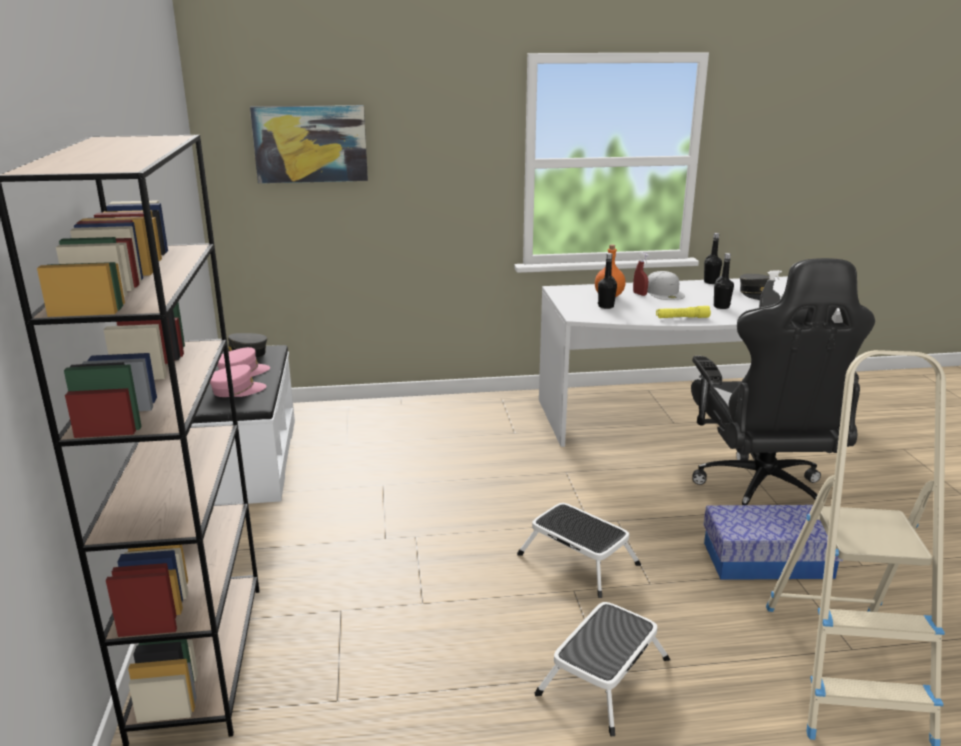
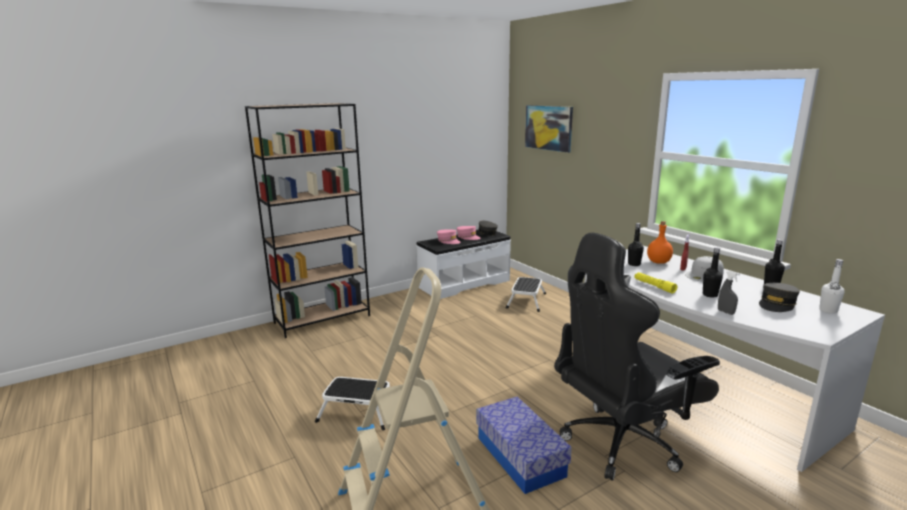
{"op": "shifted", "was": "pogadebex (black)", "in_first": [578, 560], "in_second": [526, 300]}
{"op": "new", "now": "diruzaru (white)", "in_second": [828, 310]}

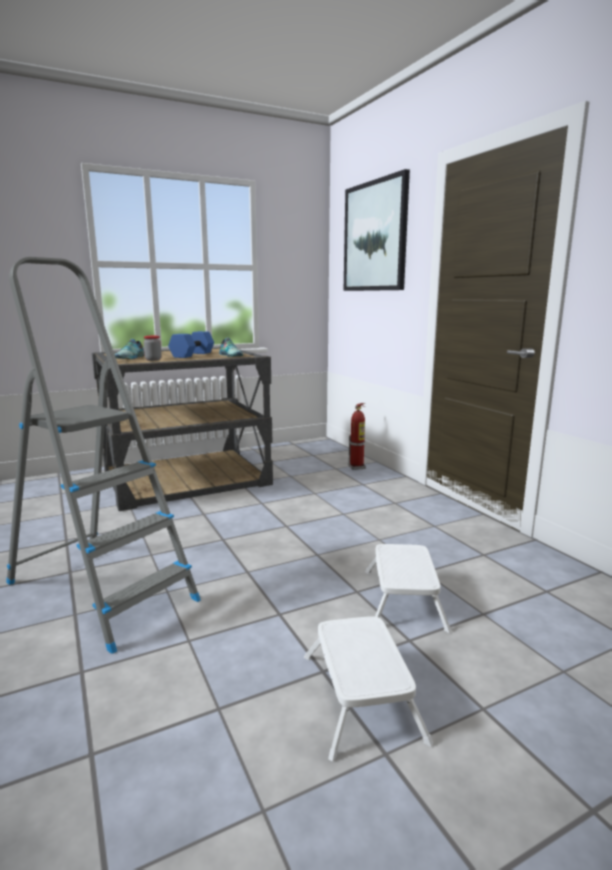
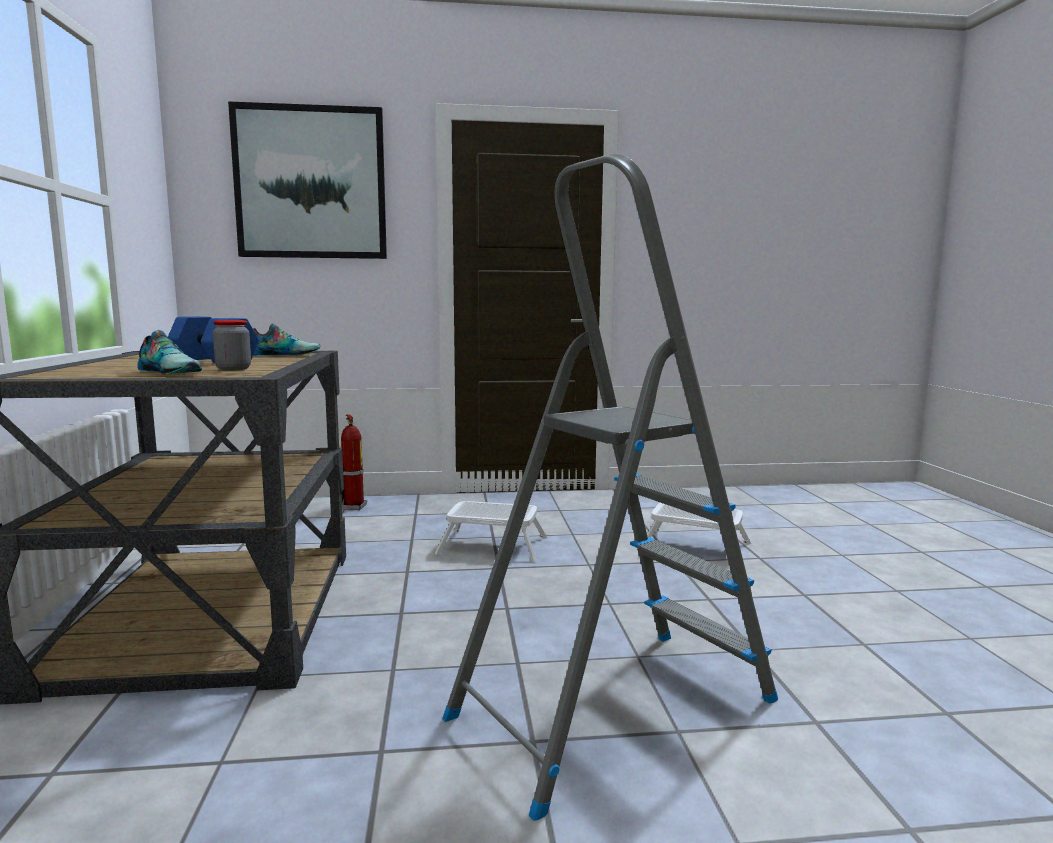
{"op": "shifted", "was": "pogadebex (white)", "in_first": [360, 696], "in_second": [492, 546]}

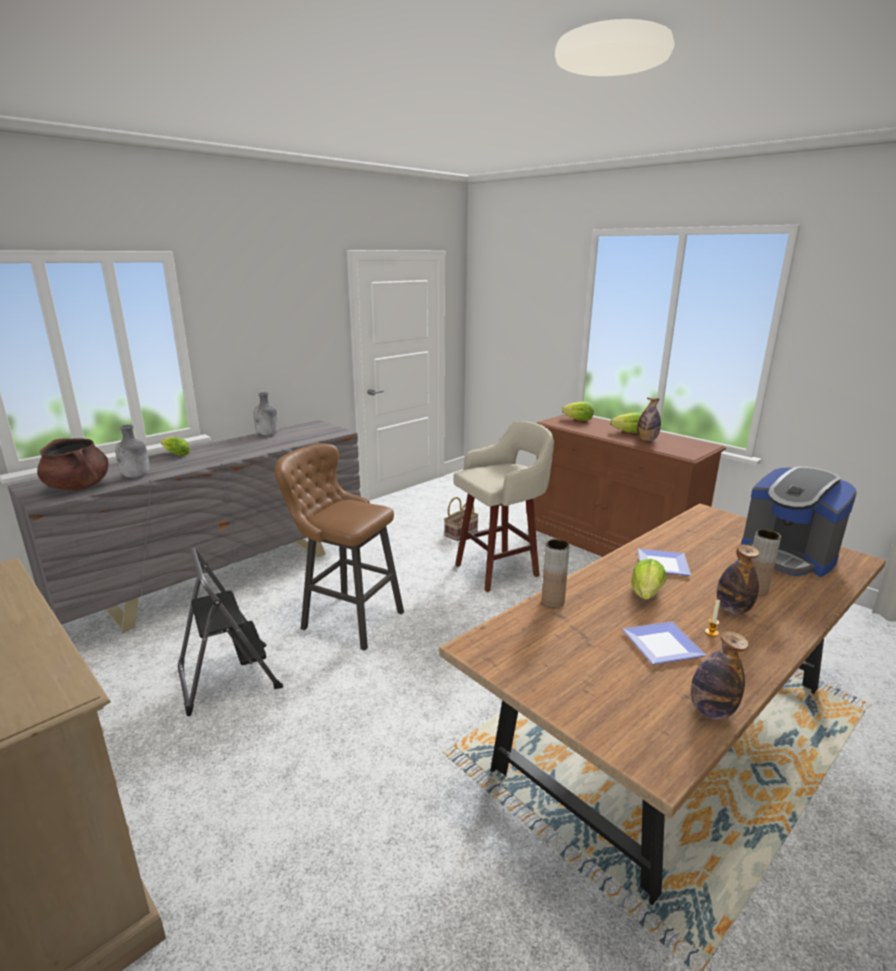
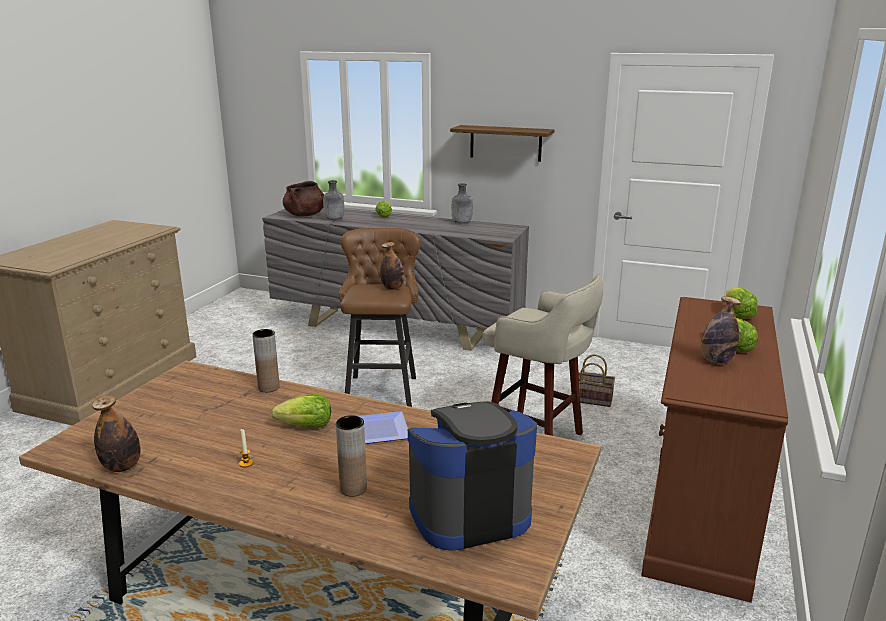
{"op": "shifted", "was": "diruzaru", "in_first": [733, 609], "in_second": [393, 288]}
{"op": "rotated", "was": "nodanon", "in_first": [787, 556], "in_second": [469, 513], "clockwise": 45}
{"op": "new", "now": "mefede", "in_second": [505, 143]}
{"op": "gone", "was": "pogadebex (black)", "in_first": [224, 678]}
{"op": "gone", "was": "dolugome", "in_first": [665, 646]}

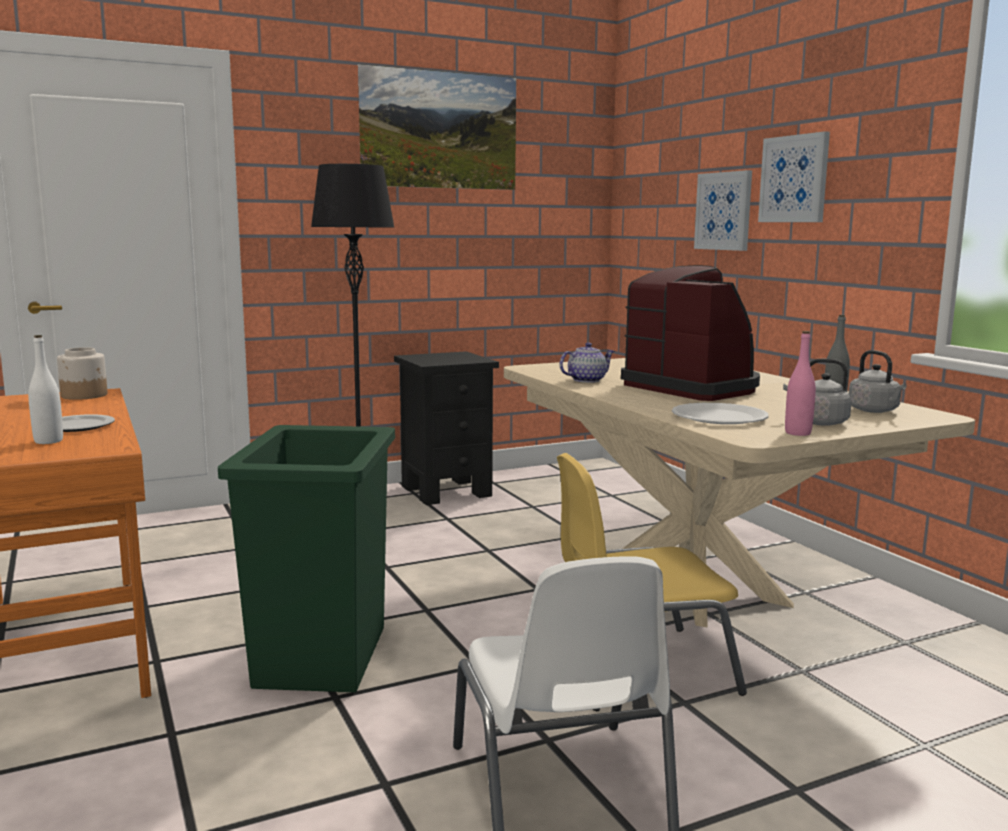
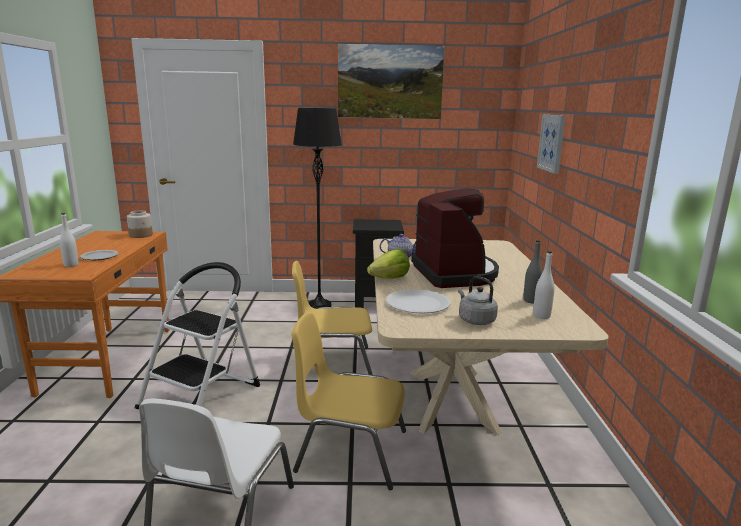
{"op": "swapped", "was": "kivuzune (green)", "now": "pogadebex", "in_first": [323, 655], "in_second": [204, 395]}
{"op": "new", "now": "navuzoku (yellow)", "in_second": [333, 363]}
{"op": "new", "now": "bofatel", "in_second": [390, 279]}
{"op": "swapped", "was": "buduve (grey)", "now": "diruzaru (white)", "in_first": [875, 411], "in_second": [541, 316]}
{"op": "gone", "was": "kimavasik", "in_first": [794, 179]}
{"op": "gone", "was": "diruzaru (pink)", "in_first": [798, 433]}

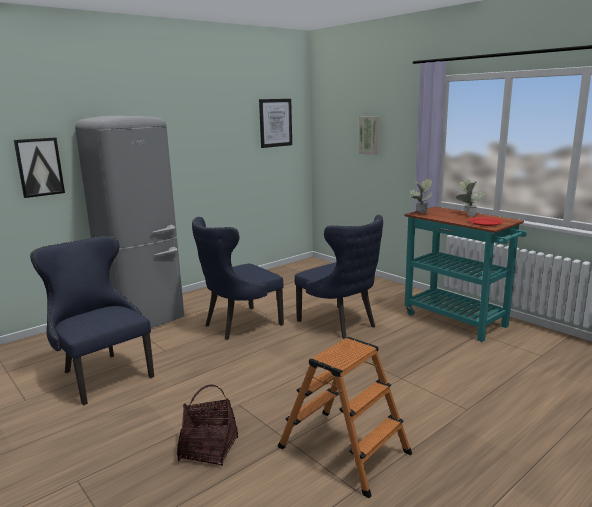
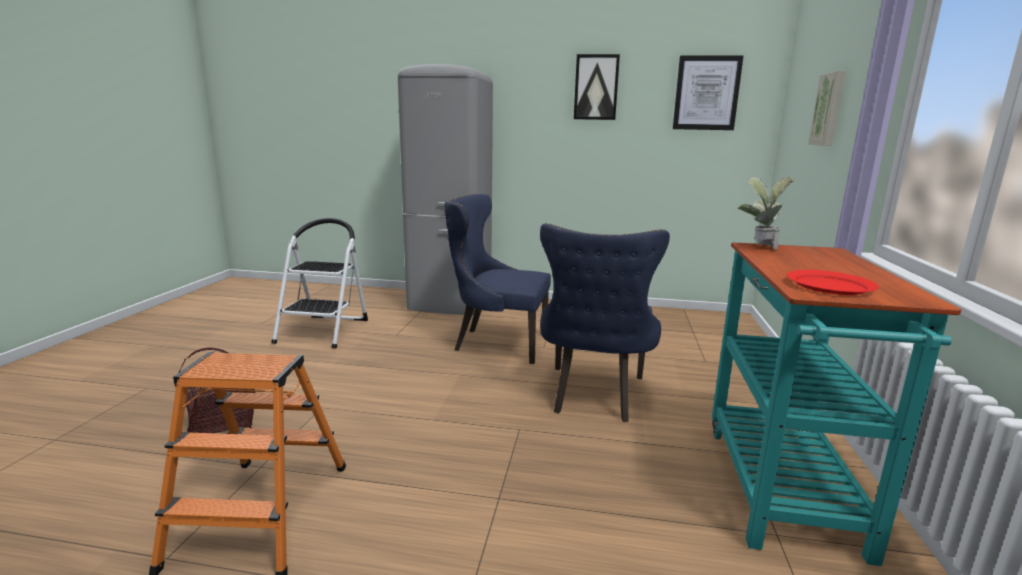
{"op": "swapped", "was": "navuzoku (blue)", "now": "pogadebex", "in_first": [102, 375], "in_second": [325, 330]}
{"op": "shifted", "was": "kimavasik", "in_first": [39, 167], "in_second": [596, 87]}
{"op": "gone", "was": "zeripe", "in_first": [467, 215]}

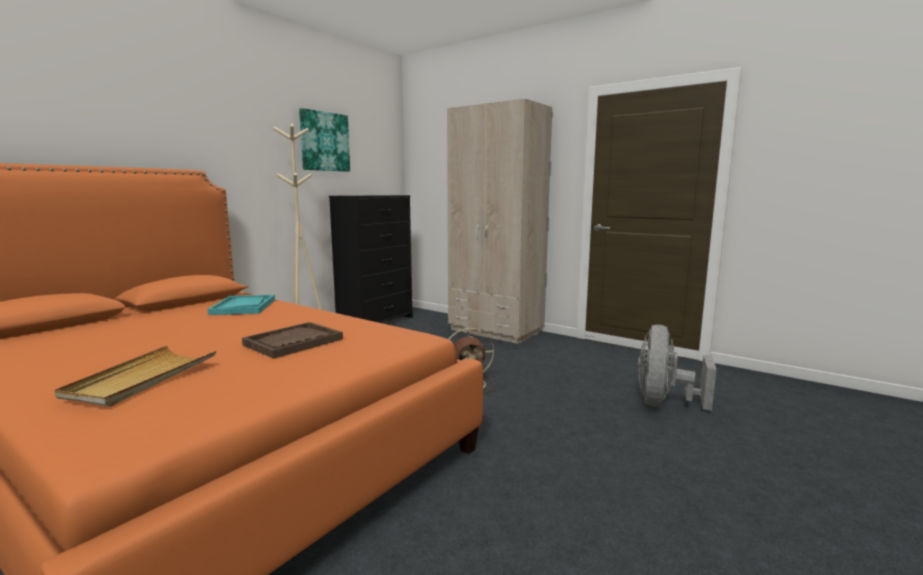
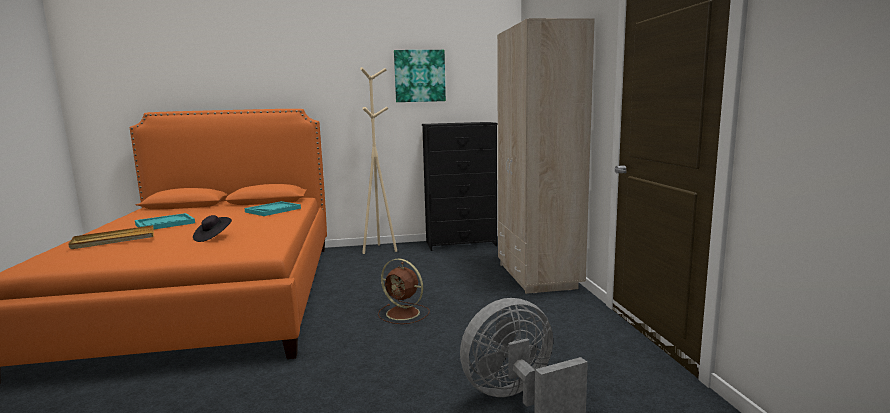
{"op": "new", "now": "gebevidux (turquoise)", "in_second": [165, 224]}
{"op": "swapped", "was": "gebevidux (brown)", "now": "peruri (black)", "in_first": [293, 342], "in_second": [213, 237]}

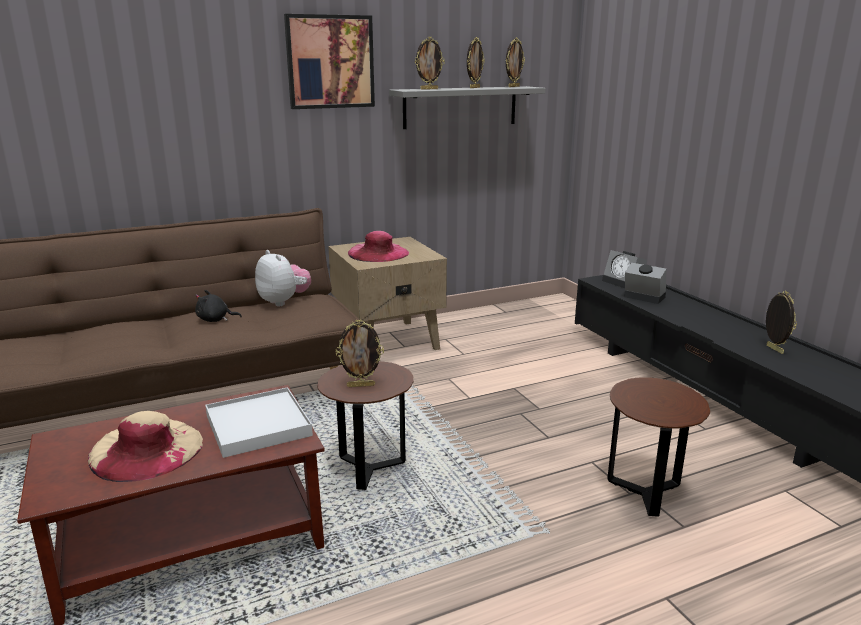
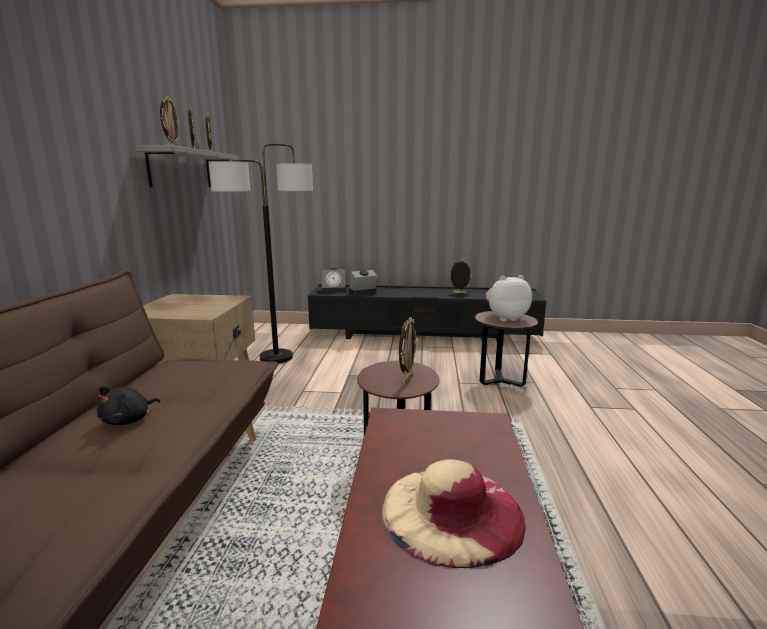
{"op": "new", "now": "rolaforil", "in_second": [276, 357]}
{"op": "shifted", "was": "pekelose", "in_first": [284, 301], "in_second": [505, 318]}
{"op": "gone", "was": "gebevidux (white)", "in_first": [258, 426]}
{"op": "gone", "was": "kimavasik", "in_first": [330, 62]}
{"op": "gone", "was": "peruri (pink)", "in_first": [378, 253]}

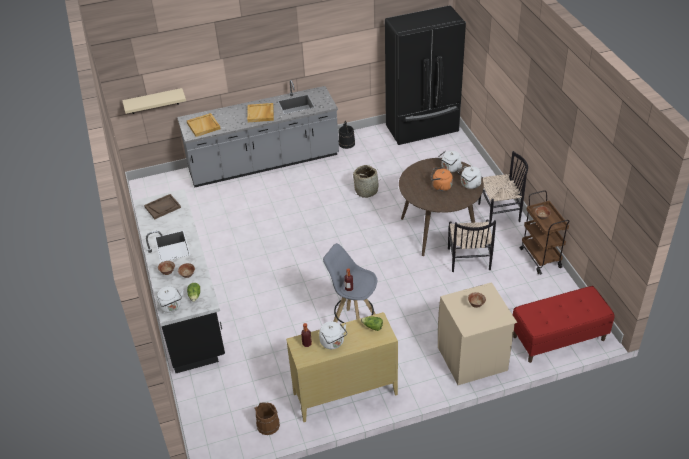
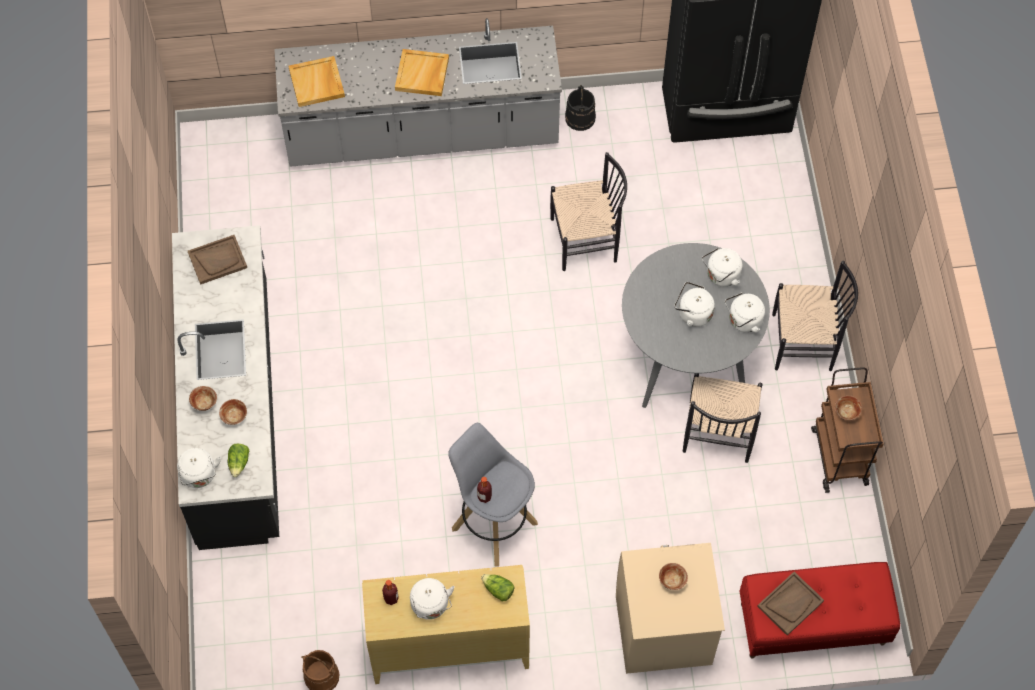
{"op": "swapped", "was": "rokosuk", "now": "navuzoku (black)", "in_first": [366, 191], "in_second": [587, 240]}
{"op": "repainted", "was": "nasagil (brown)", "now": "nasagil (grey)", "in_first": [438, 230], "in_second": [687, 357]}
{"op": "repainted", "was": "buduve (orange)", "now": "buduve (white)", "in_first": [440, 186], "in_second": [692, 313]}
{"op": "new", "now": "gebevidux (brown)", "in_second": [790, 604]}
{"op": "gone", "was": "mefede (beige)", "in_first": [154, 101]}

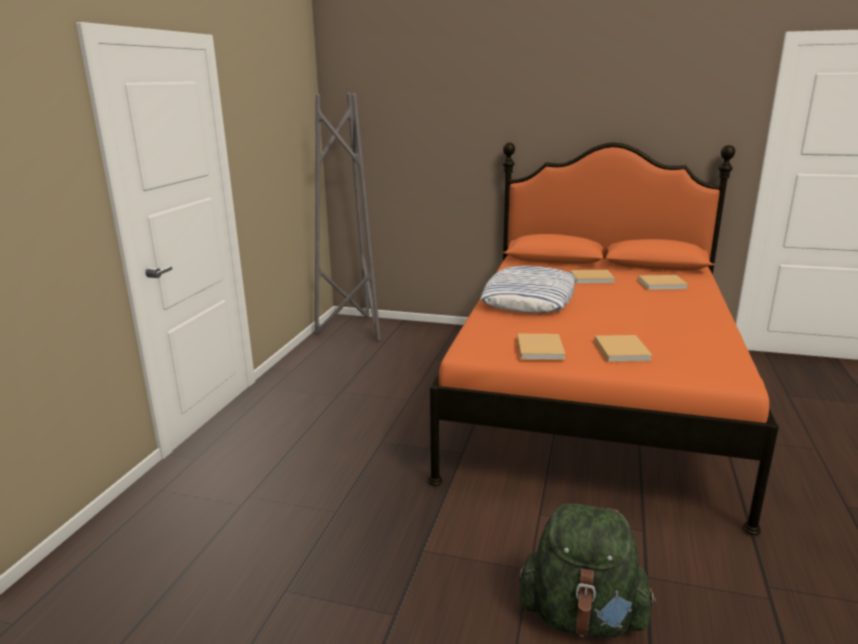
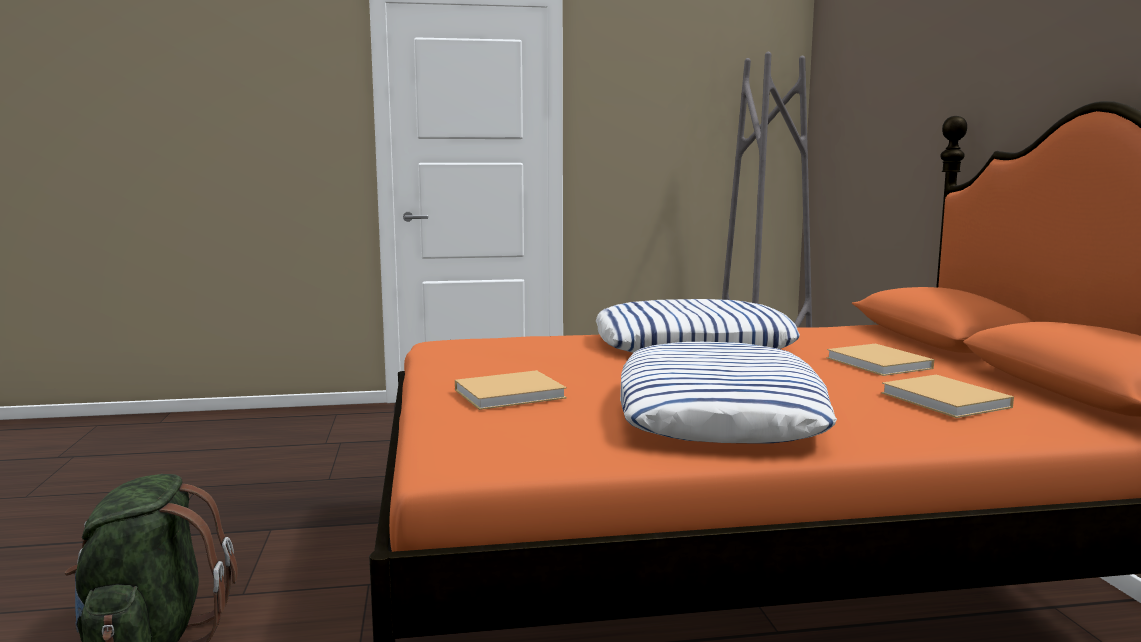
{"op": "new", "now": "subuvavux", "in_second": [719, 411]}
{"op": "gone", "was": "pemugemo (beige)", "in_first": [540, 348]}

